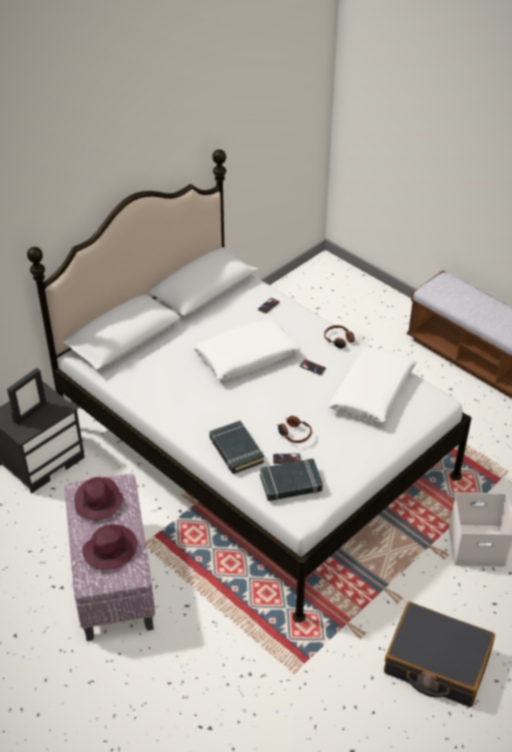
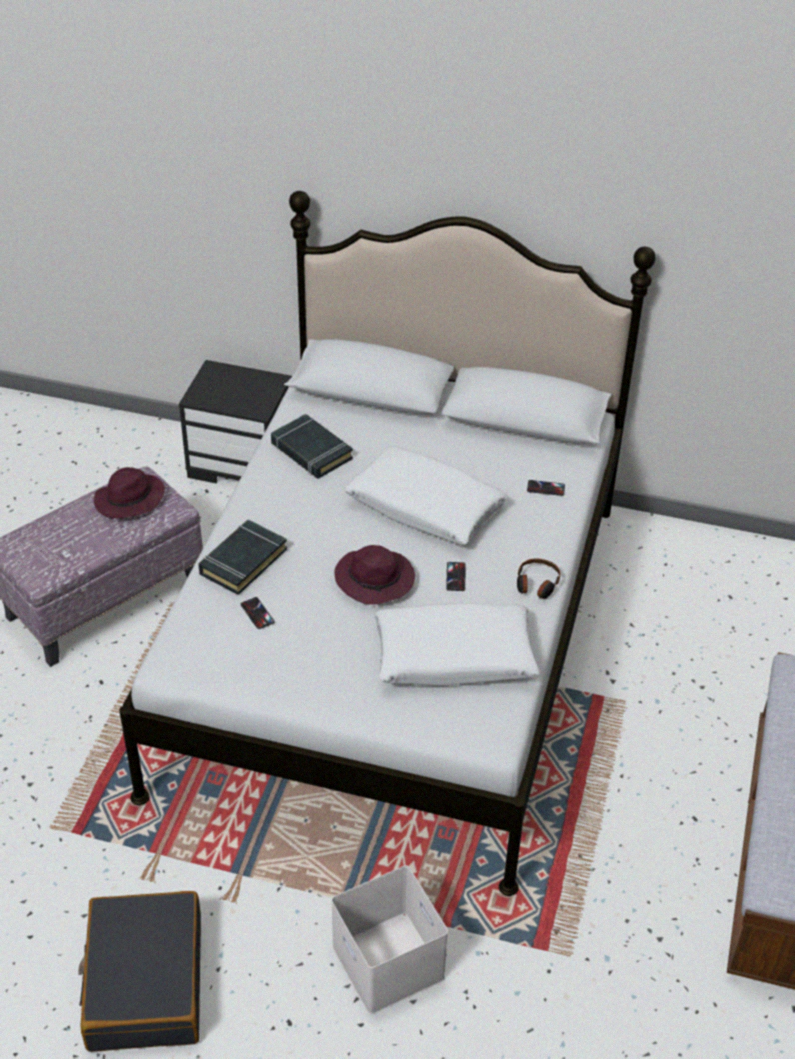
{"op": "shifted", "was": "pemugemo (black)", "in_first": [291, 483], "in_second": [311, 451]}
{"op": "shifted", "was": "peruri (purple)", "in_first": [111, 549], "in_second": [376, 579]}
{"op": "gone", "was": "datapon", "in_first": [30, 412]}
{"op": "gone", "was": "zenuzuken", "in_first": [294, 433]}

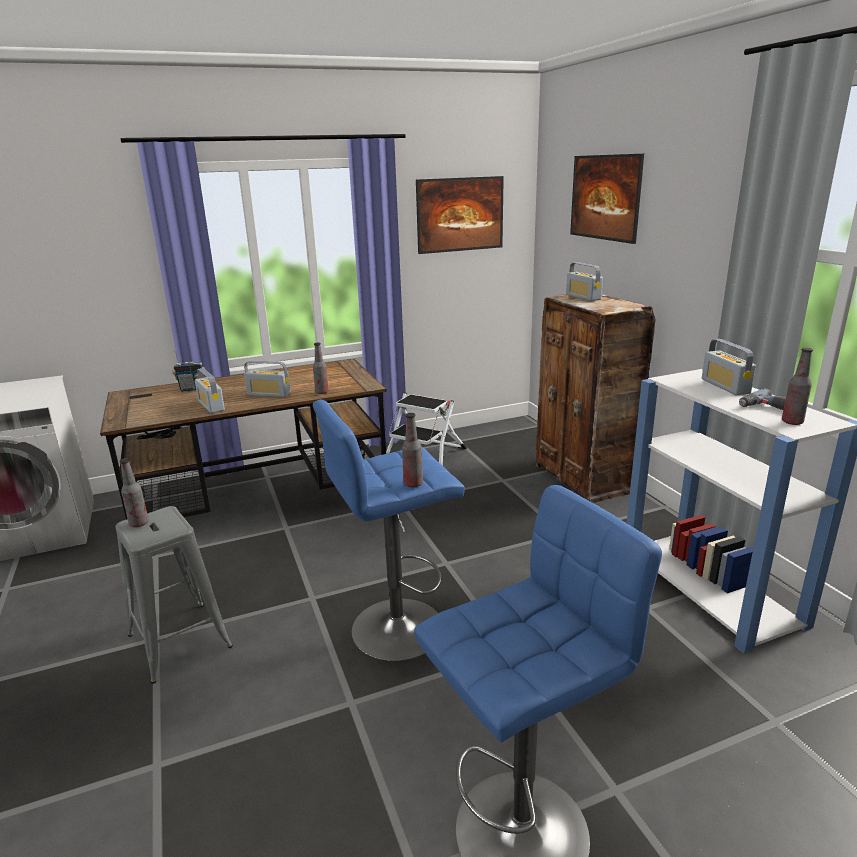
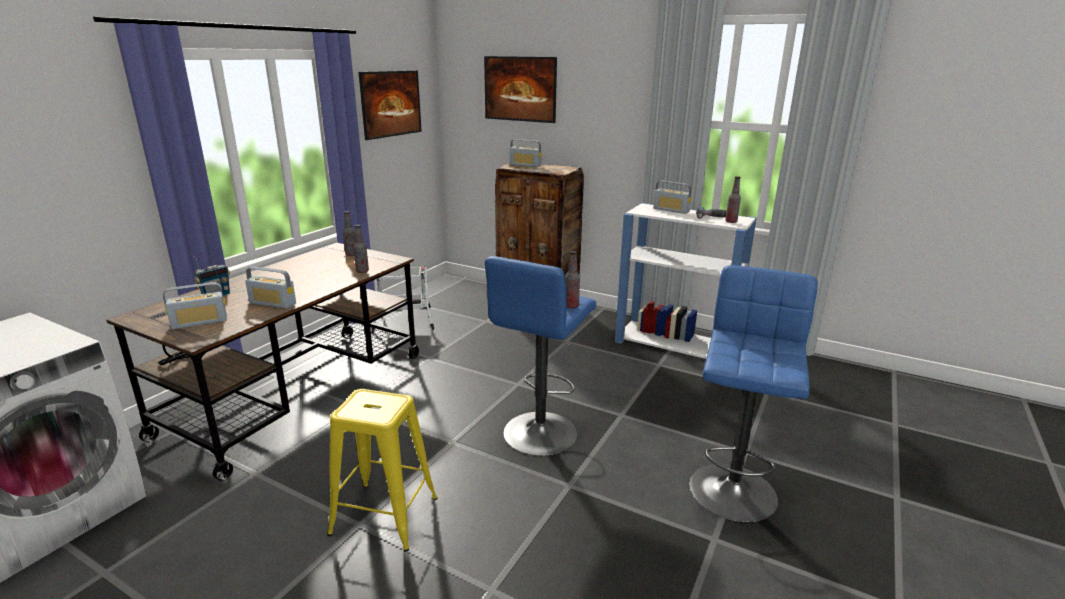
{"op": "shifted", "was": "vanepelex", "in_first": [269, 394], "in_second": [199, 322]}
{"op": "repainted", "was": "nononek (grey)", "now": "nononek (yellow)", "in_first": [179, 641], "in_second": [384, 516]}
{"op": "shifted", "was": "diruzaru", "in_first": [139, 523], "in_second": [351, 254]}

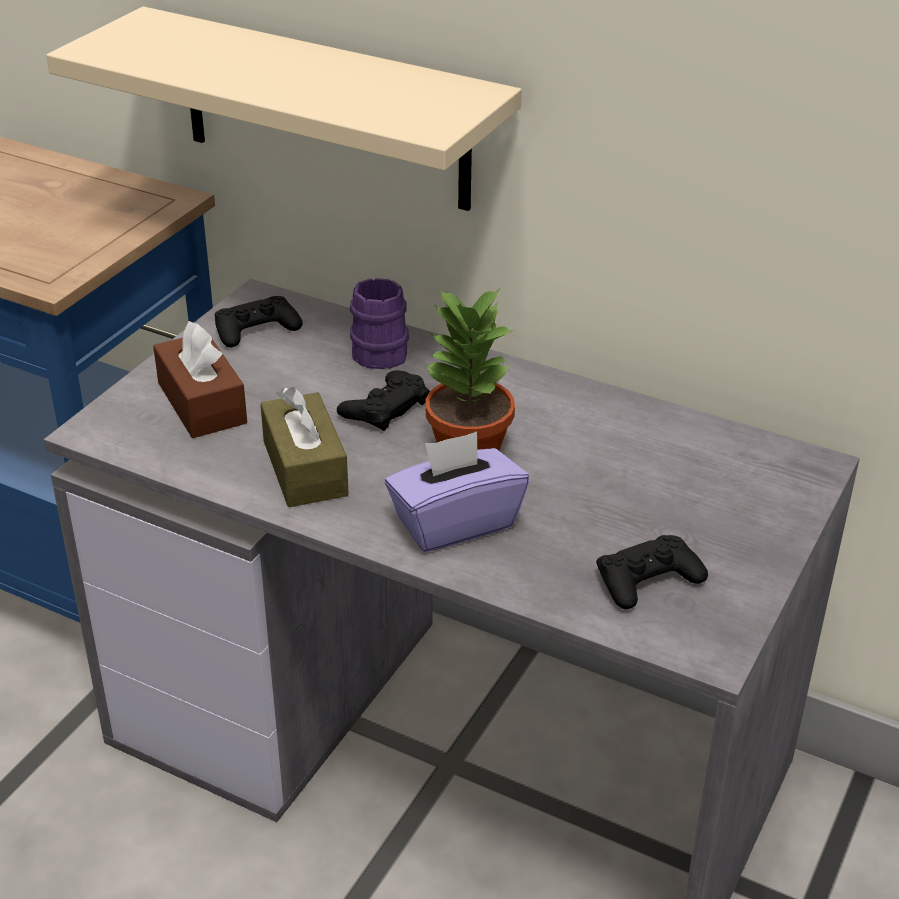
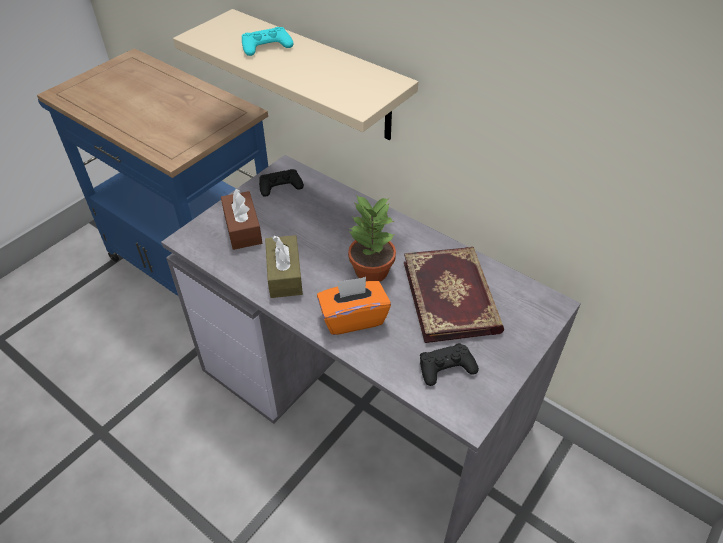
{"op": "new", "now": "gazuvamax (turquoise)", "in_second": [266, 46]}
{"op": "repainted", "was": "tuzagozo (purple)", "now": "tuzagozo (orange)", "in_first": [455, 522], "in_second": [353, 318]}
{"op": "new", "now": "pemugemo", "in_second": [452, 296]}
{"op": "gone", "was": "gazuvamax (black)", "in_first": [385, 407]}
{"op": "gone", "was": "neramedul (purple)", "in_first": [375, 350]}

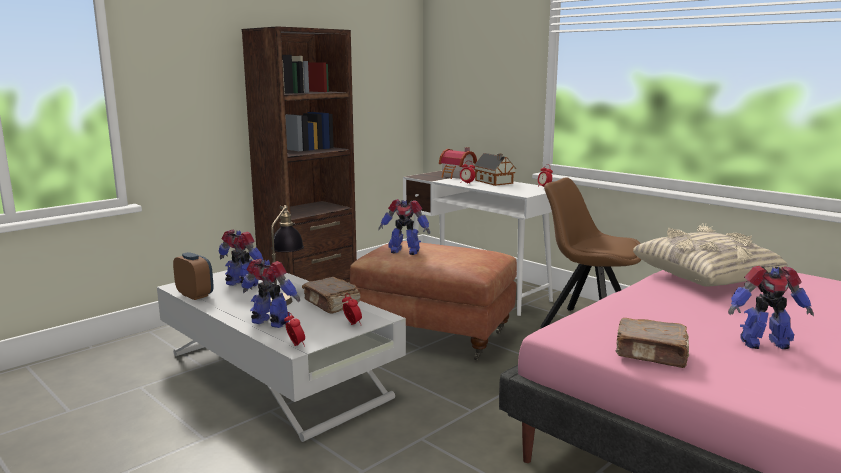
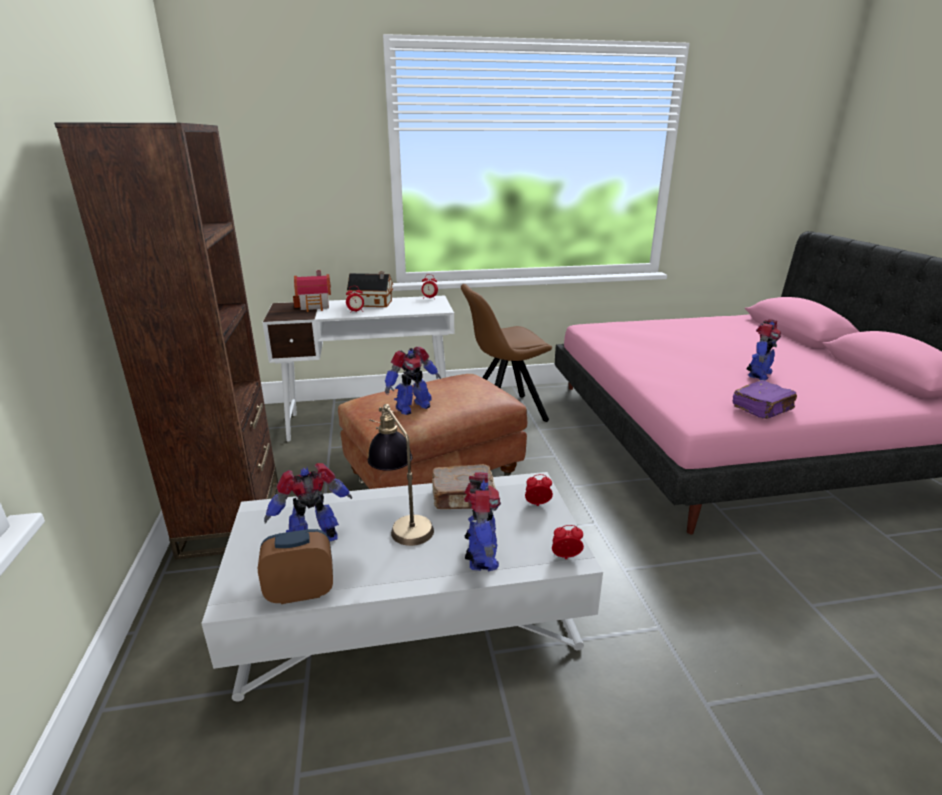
{"op": "rotated", "was": "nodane", "in_first": [270, 323], "in_second": [481, 556], "clockwise": 120}
{"op": "repainted", "was": "pemugemo (brown)", "now": "pemugemo (purple)", "in_first": [652, 355], "in_second": [762, 409]}
{"op": "gone", "was": "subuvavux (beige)", "in_first": [705, 278]}

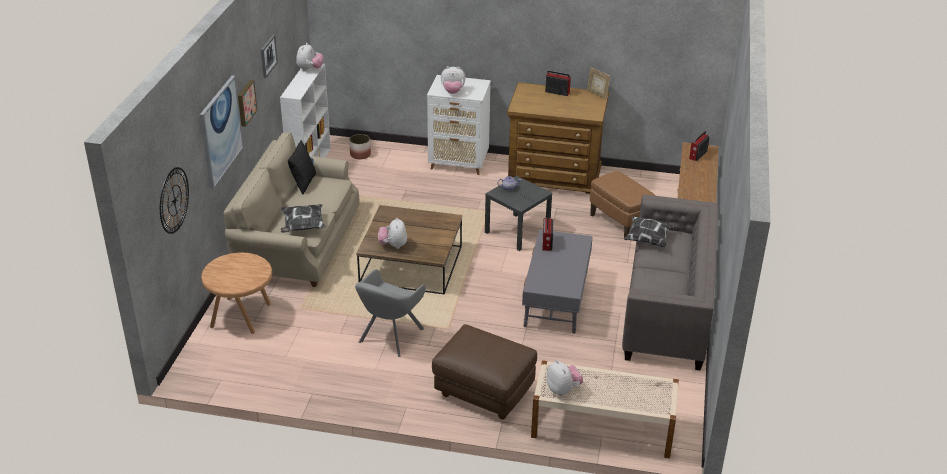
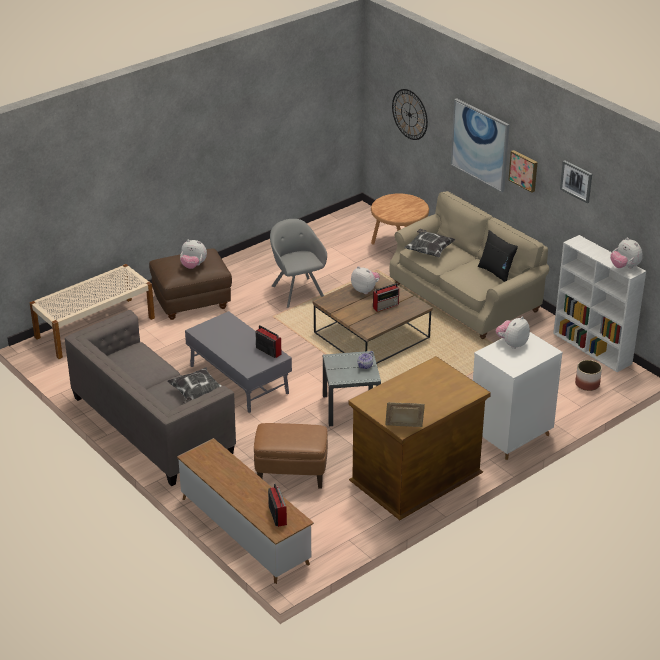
{"op": "shifted", "was": "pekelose", "in_first": [563, 390], "in_second": [193, 266]}
{"op": "shifted", "was": "vanepelex", "in_first": [556, 92], "in_second": [386, 306]}

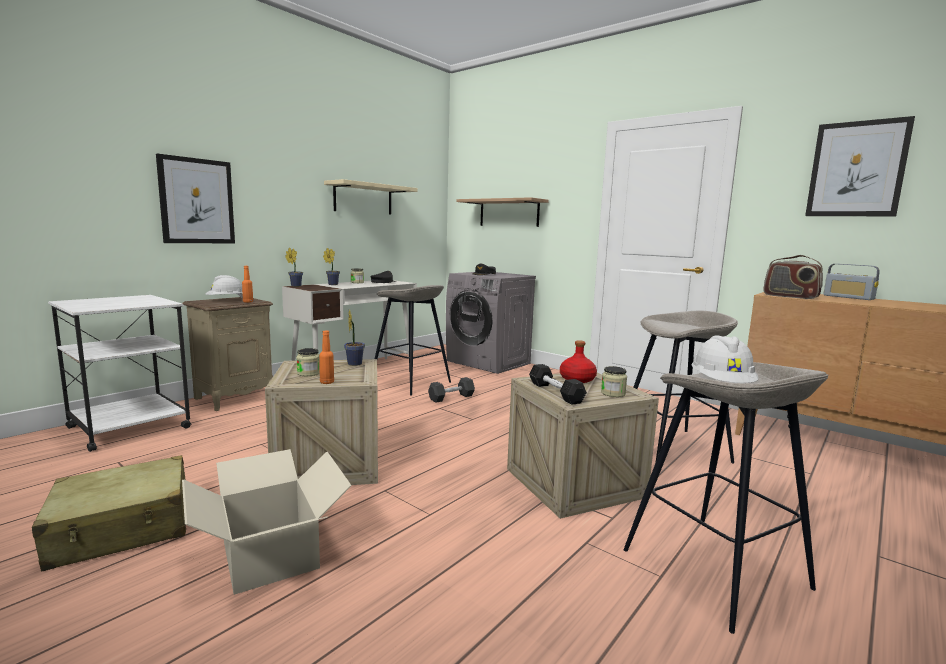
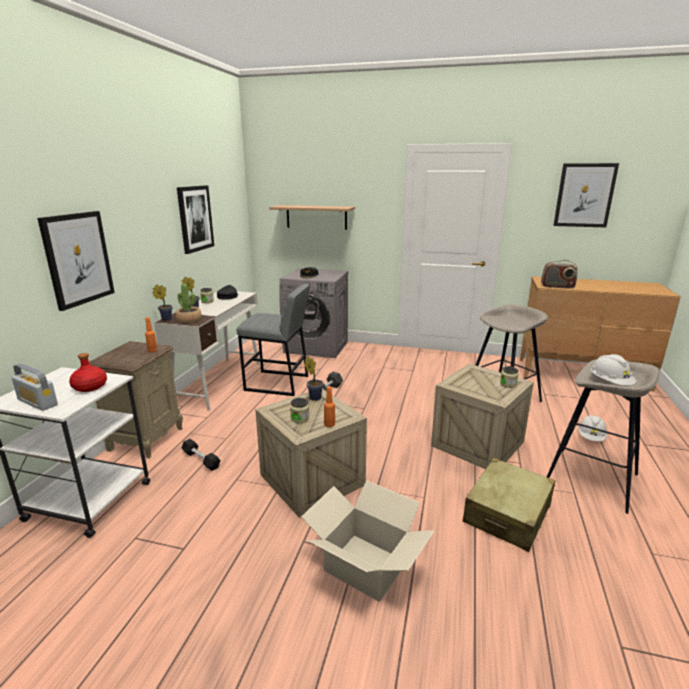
{"op": "shifted", "was": "vanepelex", "in_first": [848, 297], "in_second": [37, 402]}
{"op": "shifted", "was": "diruzaru (red)", "in_first": [577, 379], "in_second": [90, 387]}
{"op": "new", "now": "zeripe", "in_second": [189, 319]}
{"op": "swapped", "was": "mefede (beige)", "now": "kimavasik", "in_first": [363, 199], "in_second": [195, 218]}
{"op": "shifted", "was": "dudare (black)", "in_first": [555, 392], "in_second": [201, 459]}
{"op": "swapped", "was": "nononek (grey)", "now": "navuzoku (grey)", "in_first": [410, 382], "in_second": [278, 383]}
{"op": "shifted", "was": "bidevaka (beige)", "in_first": [123, 528], "in_second": [507, 514]}
{"op": "shifted", "was": "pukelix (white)", "in_first": [226, 300], "in_second": [591, 437]}

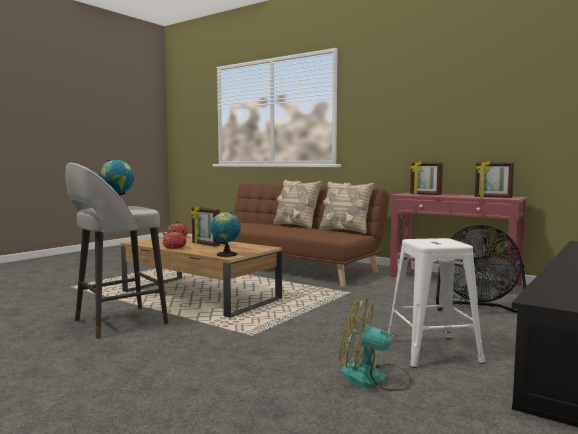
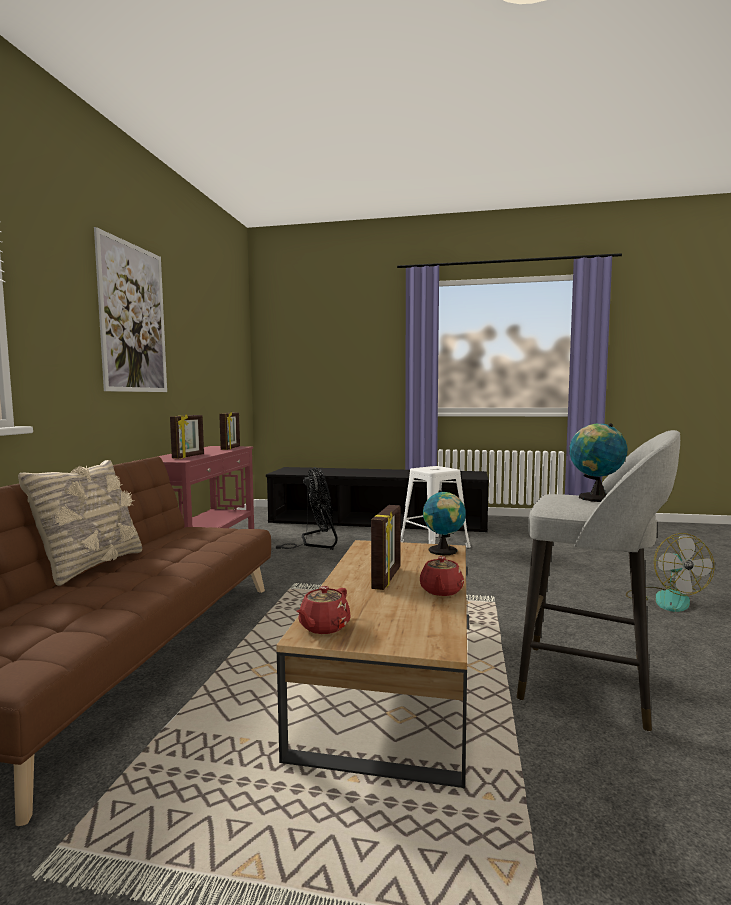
{"op": "new", "now": "kimavasik", "in_second": [133, 318]}
{"op": "shifted", "was": "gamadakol", "in_first": [374, 378], "in_second": [664, 599]}
{"op": "gone", "was": "subuvavux (beige)", "in_first": [345, 231]}

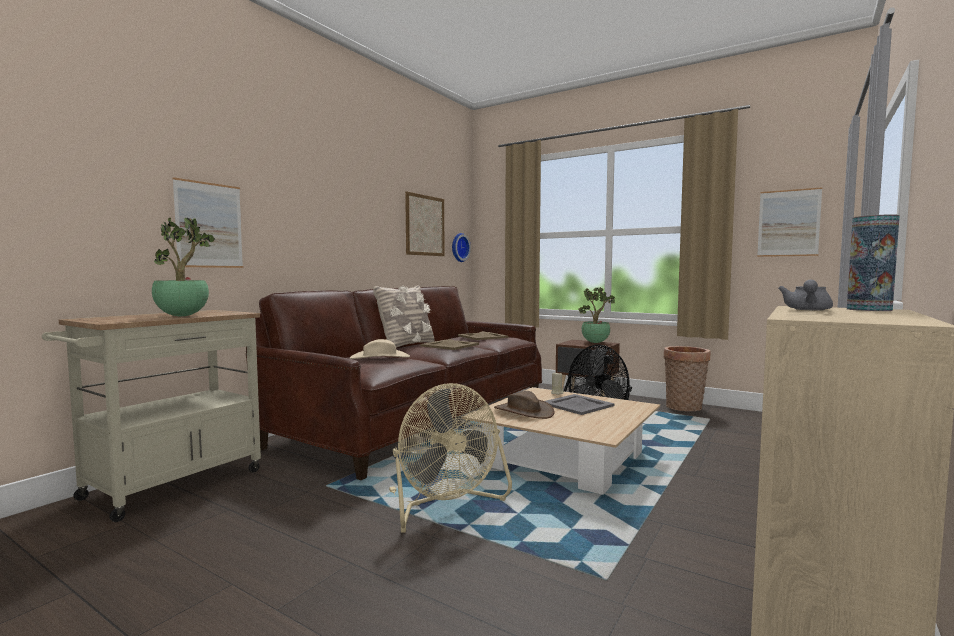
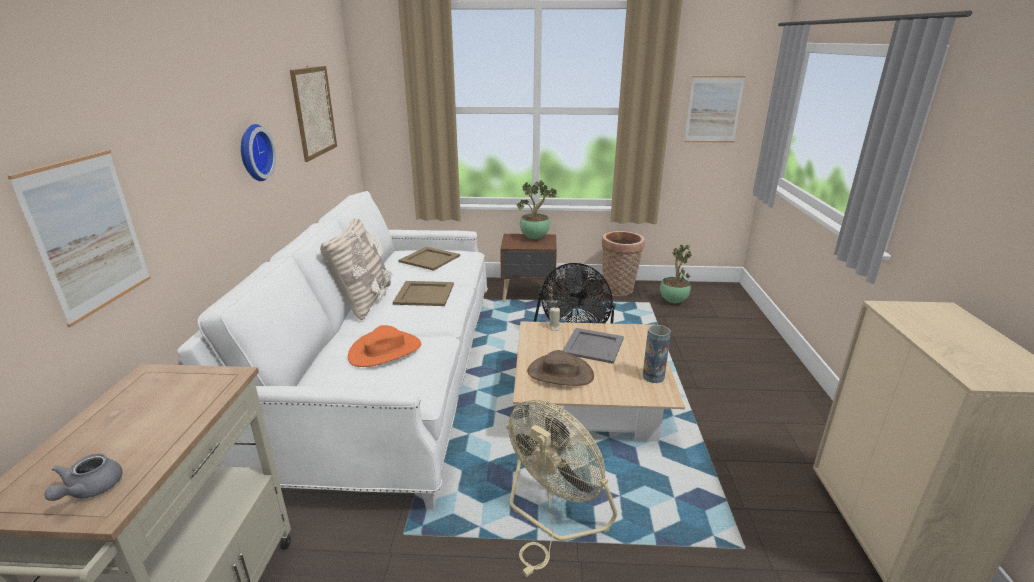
{"op": "shifted", "was": "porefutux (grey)", "in_first": [807, 310], "in_second": [89, 490]}
{"op": "repainted", "was": "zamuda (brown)", "now": "zamuda (white)", "in_first": [417, 419], "in_second": [389, 378]}
{"op": "shifted", "was": "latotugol", "in_first": [459, 247], "in_second": [253, 153]}
{"op": "repainted", "was": "peruri (beige)", "now": "peruri (orange)", "in_first": [380, 357], "in_second": [385, 350]}
{"op": "rotated", "was": "gamadakol (beige)", "in_first": [440, 507], "in_second": [548, 516], "clockwise": -75}
{"op": "shifted", "was": "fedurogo", "in_first": [869, 309], "in_second": [653, 377]}
{"op": "shifted", "was": "zeripe", "in_first": [183, 316], "in_second": [673, 301]}

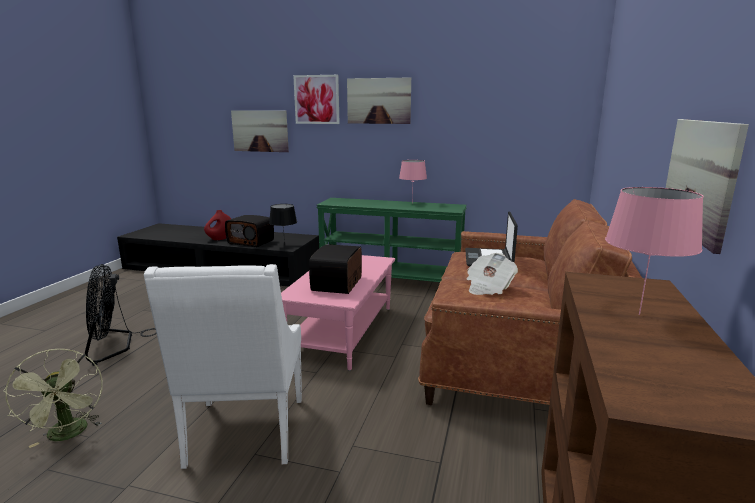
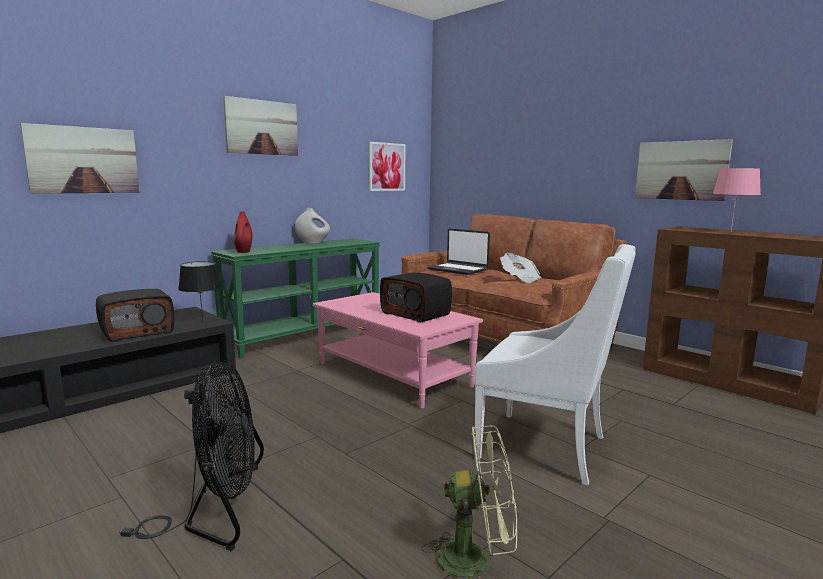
{"op": "rotated", "was": "gamadakol (black)", "in_first": [117, 342], "in_second": [215, 509], "clockwise": -105}
{"op": "shifted", "was": "fedurogo (red)", "in_first": [220, 239], "in_second": [243, 251]}
{"op": "swapped", "was": "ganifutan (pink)", "now": "fedurogo (white)", "in_first": [412, 203], "in_second": [313, 243]}
{"op": "shifted", "was": "kimavasik", "in_first": [317, 99], "in_second": [386, 167]}

